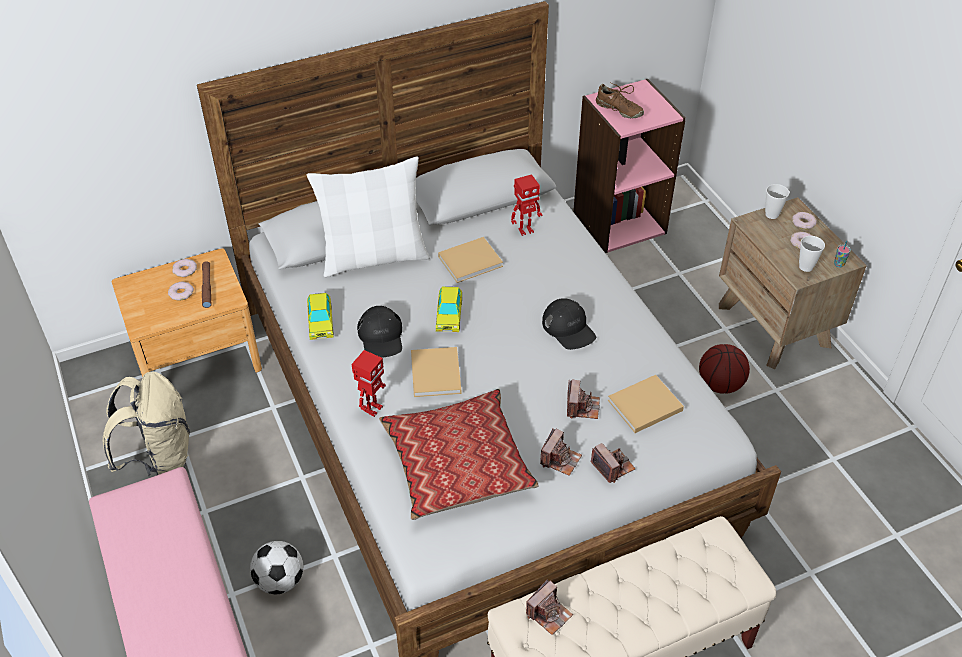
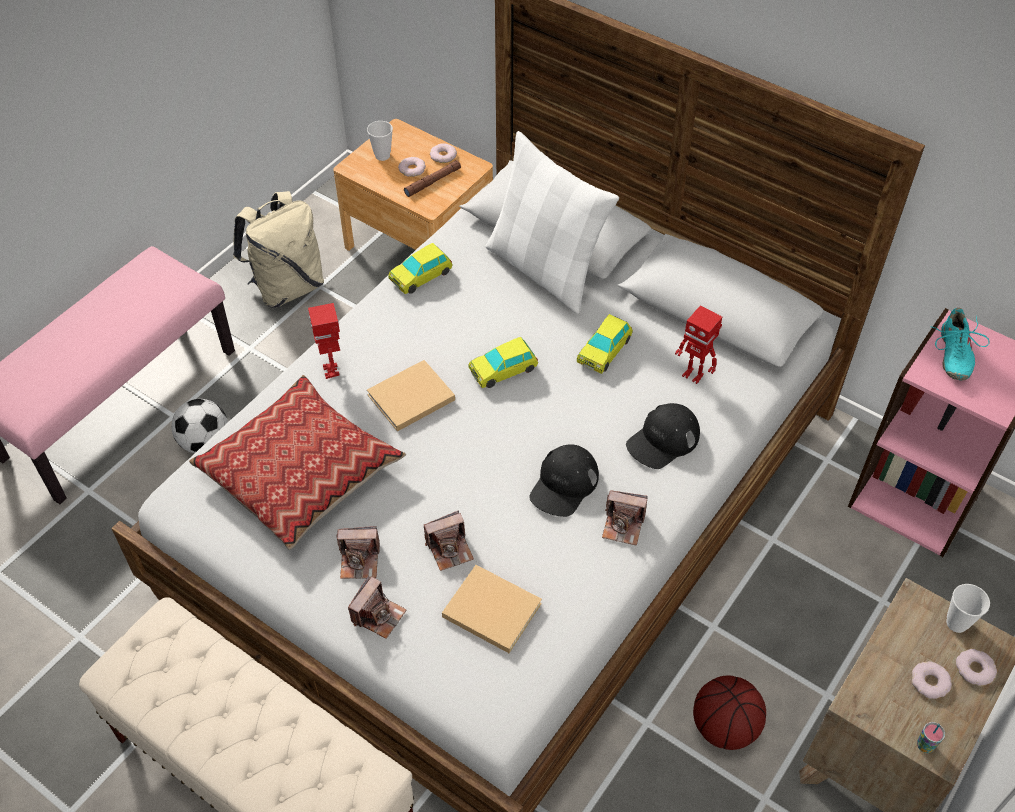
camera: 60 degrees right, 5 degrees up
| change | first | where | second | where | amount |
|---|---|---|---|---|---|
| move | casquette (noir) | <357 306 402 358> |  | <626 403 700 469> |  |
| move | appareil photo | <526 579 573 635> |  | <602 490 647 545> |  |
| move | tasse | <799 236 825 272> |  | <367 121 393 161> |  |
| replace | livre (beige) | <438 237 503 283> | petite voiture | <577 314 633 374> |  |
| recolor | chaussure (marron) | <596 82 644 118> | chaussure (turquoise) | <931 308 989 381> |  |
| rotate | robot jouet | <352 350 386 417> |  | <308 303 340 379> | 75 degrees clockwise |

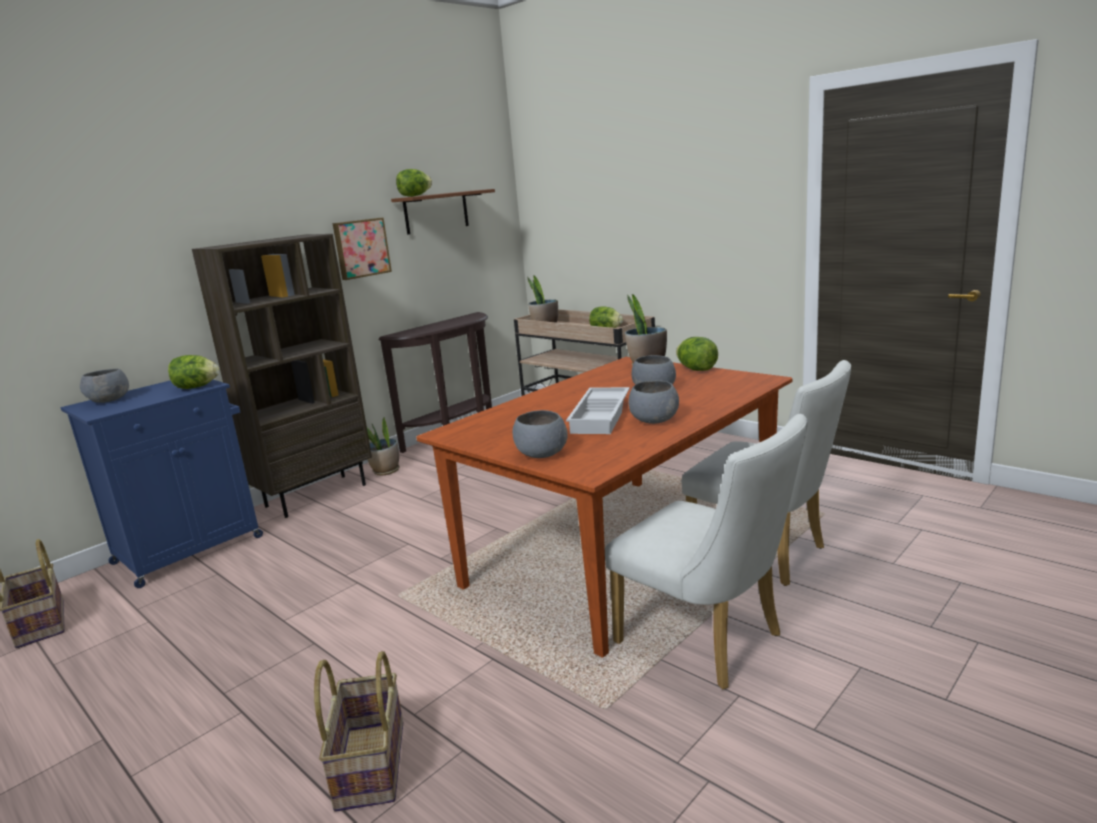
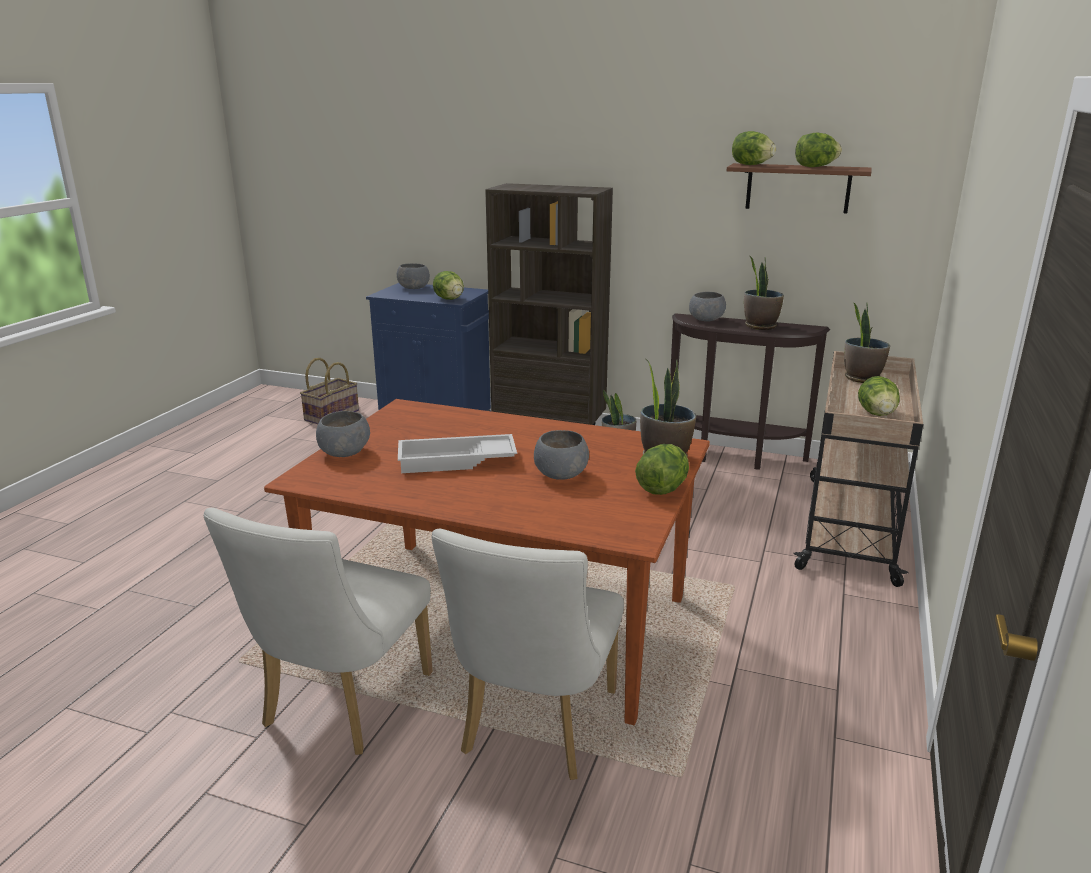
camera: 65 degrees right, 5 degrees up
| change | first | where | second | where | amount |
|---|---|---|---|---|---|
| delete | panier | <314 651 403 811> |  |  |  |
| delete | tableau | <333 218 392 280> |  |  |  |
| insert |  |  | plante en pot | <744 255 784 330> |  |
| insert |  |  | laitue | <795 133 842 167> |  |
| move | bol (gris) | <629 380 679 424> |  | <689 292 726 322> |  |

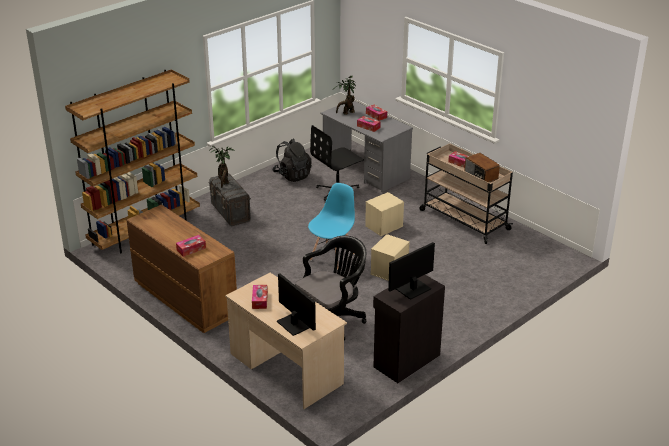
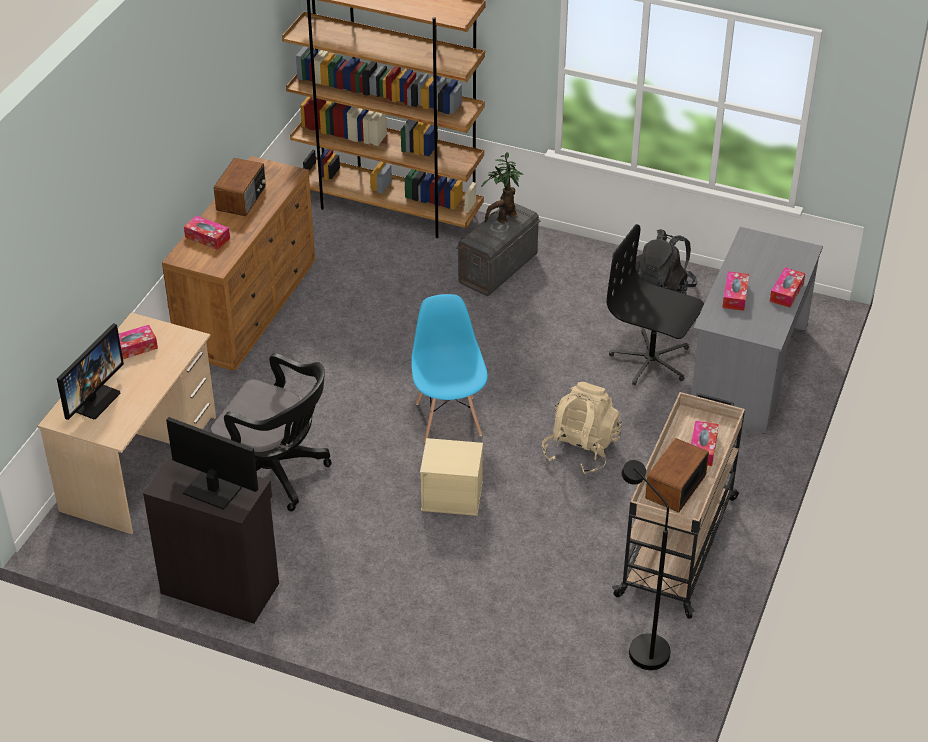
camera: 65 degrees right, 10 degrees up
| change | first | where | second | where | amount |
|---|---|---|---|---|---|
| delete | plante en pot | <333 75 356 115> |  |  |  |
| insert |  |  | radio | <214 158 266 216> |  |
| insert |  |  | lampadaire (noir) | <622 460 671 670> |  |
| replace | boîte de rangement (beige) | <365 192 404 236> | sac à dos (beige) | <542 382 622 474> |  |
| rotate | chaise (bleu) | <308 183 355 270> |  | <411 294 488 443> | 105 degrees counterclockwise |

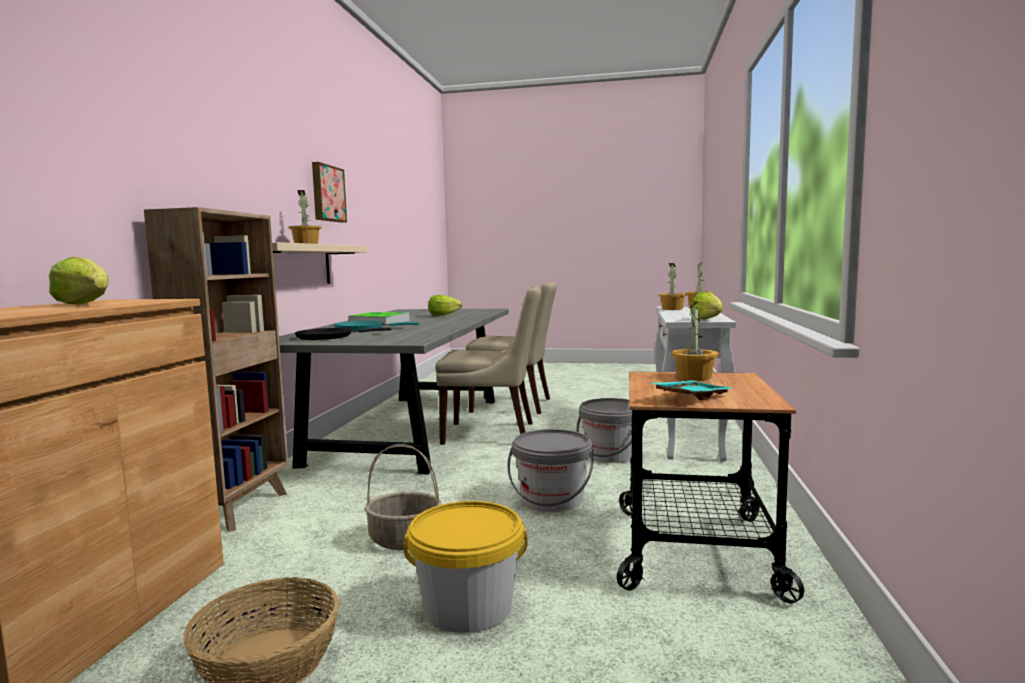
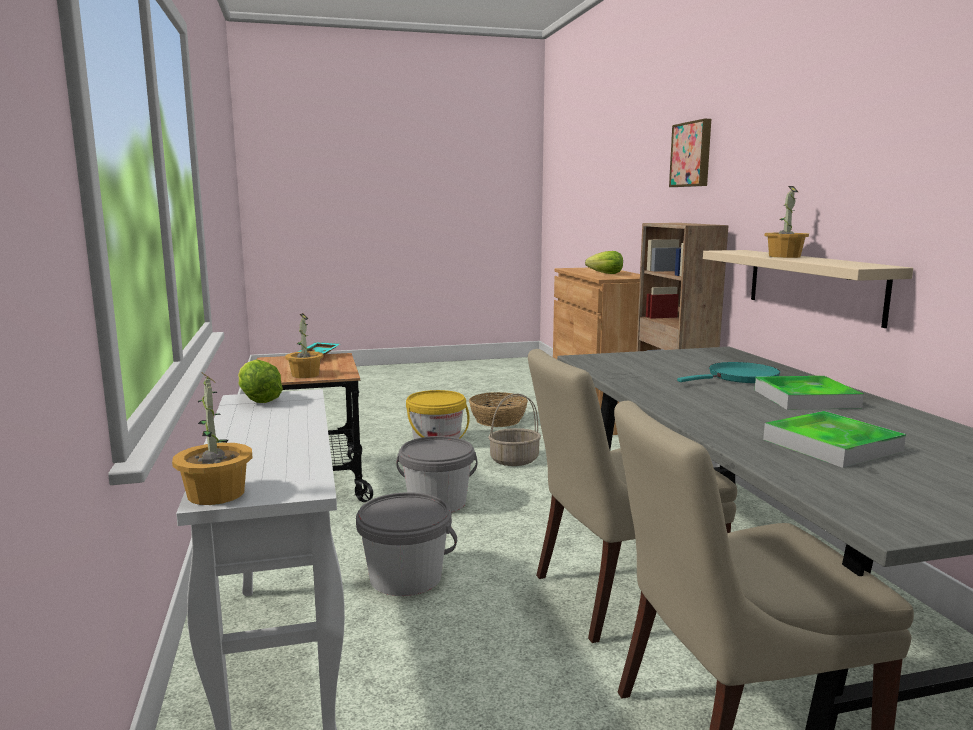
camera: 155 degrees right, 5 degrees up
| change | first | where | second | where | amount |
|---|---|---|---|---|---|
| delete | poêle (noir) | <295 327 391 340> |  |  |  |
| delete | plante en pot | <658 263 687 310> |  |  |  |
| move | tableau | <312 162 347 223> |  | <669 119 711 187> |  |
| replace | laitue | <428 295 462 316> | plateau | <763 411 906 468> |  |

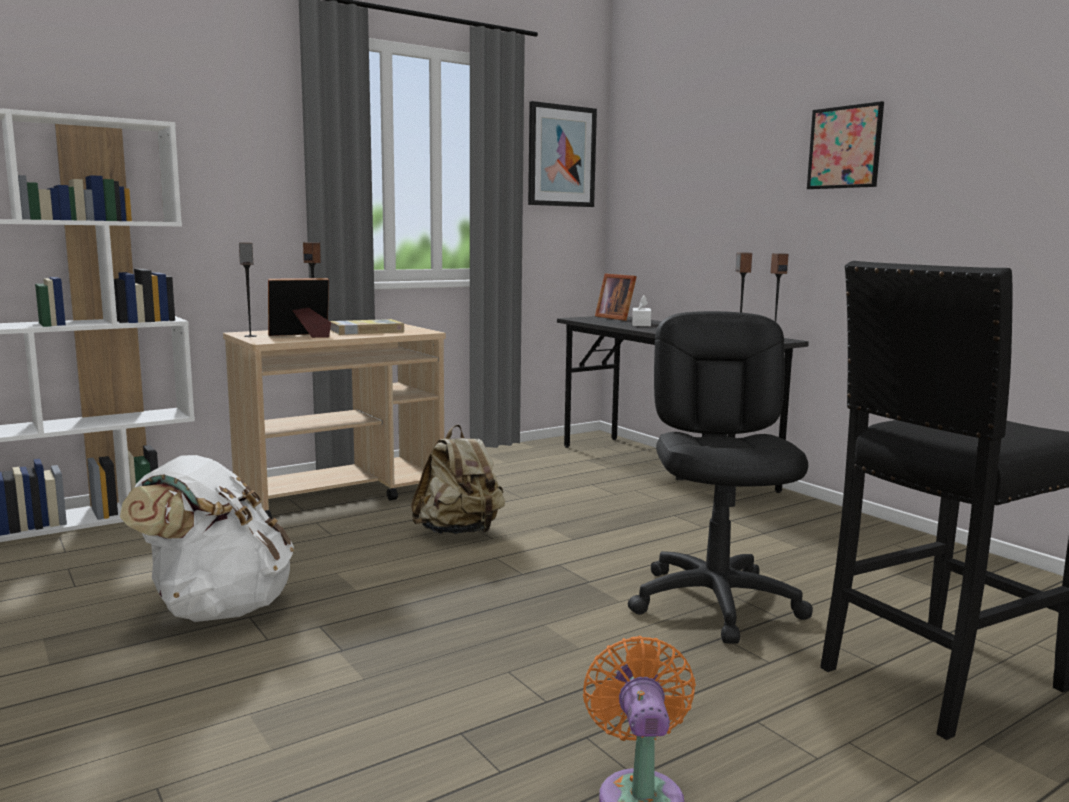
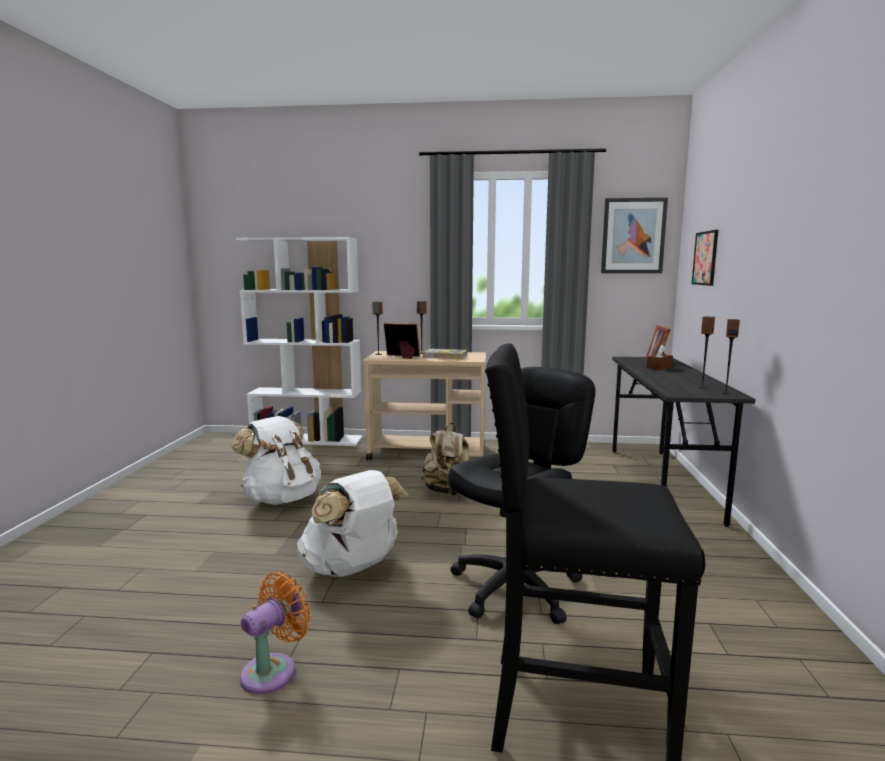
camera: 40 degrees right, 0 degrees up
| change | first | where | second | where | amount |
|---|---|---|---|---|---|
| insert |  |  | sac à dos (blanc) | <297 470 409 577> |  |
| move | tableau | <807 101 884 189> |  | <692 230 718 286> |  |
| recolor | boîte à mouchoirs (blanc) | <632 295 651 326> | boîte à mouchoirs (marron) | <646 345 673 370> |  |

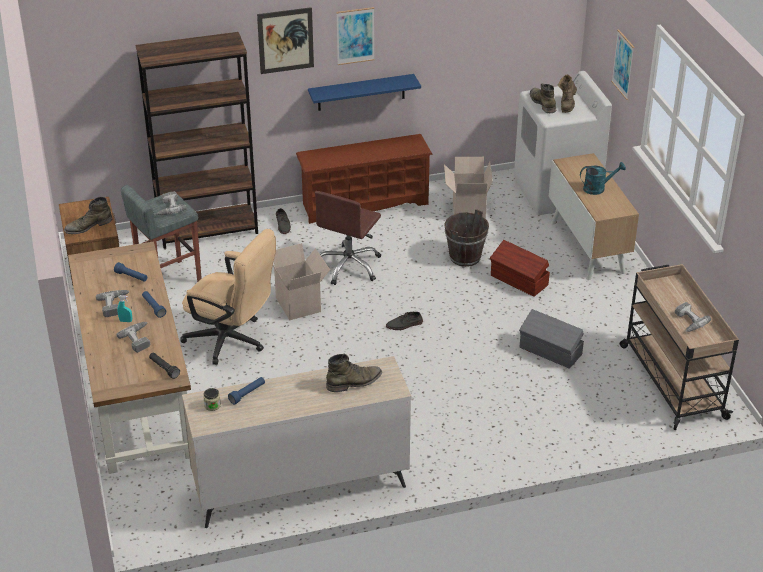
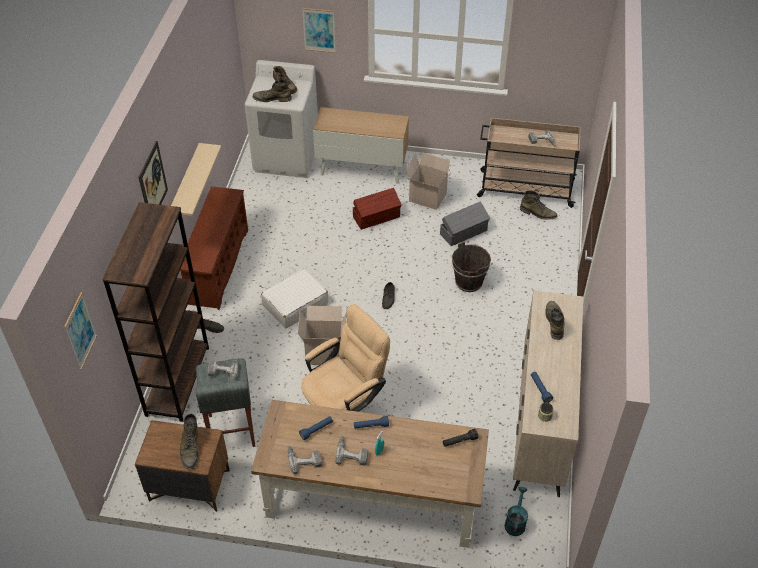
camera: 65 degrees left, 10 degrees up
| change | first | where | second | where | amount |
|---|---|---|---|---|---|
| insert |  |  | botte (vert) | <520 190 558 220> |  |
| move | perceuse | <116 322 150 353> |  | <288 446 322 474> |  |
| move | tableau | <336 7 374 65> |  | <64 292 97 370> |  |
| move | carton | <444 157 493 219> |  | <406 153 453 210> |  |
| move | seau (marron) | <444 209 489 267> |  | <452 242 491 292> |  |
| move | arrosoir (turquoise) | <580 162 626 195> |  | <505 487 528 536> |  |
| replace | chaise de bureau (marron) | <315 191 381 285> | valise (blanc) | <261 269 328 328> |  |
| recolor | étagère (bleu) | <308 74 421 111> | étagère (beige) | <171 143 221 216> |  |

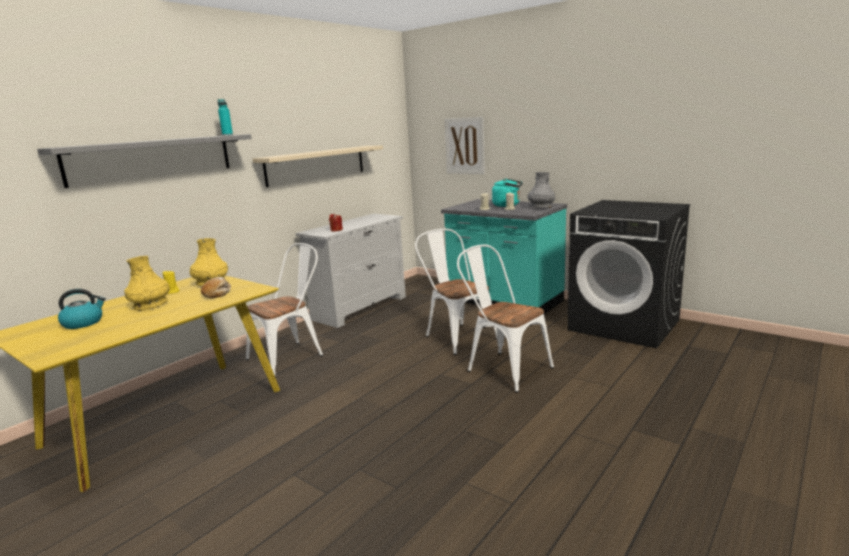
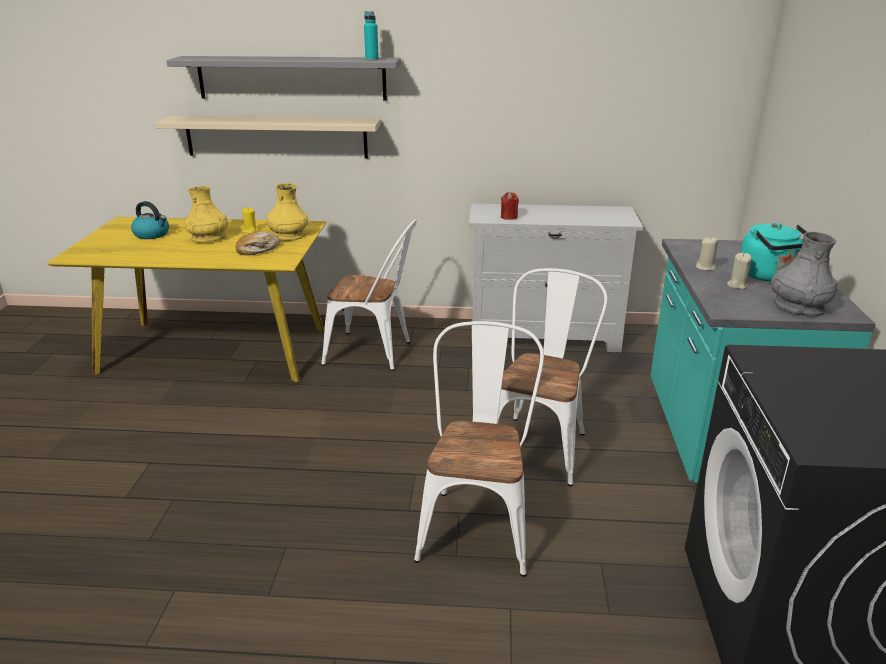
camera: 55 degrees right, 10 degrees up
| change | first | where | second | where | amount |
|---|---|---|---|---|---|
| delete | tableau | <444 117 485 174> |  |  |  |
| move | étagère (beige) | <252 146 383 187> |  | <155 116 381 159> |  |

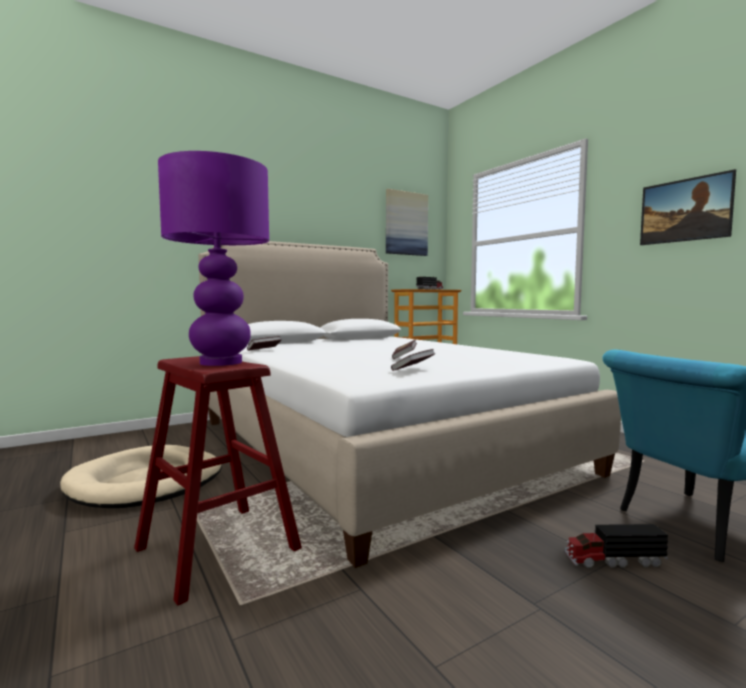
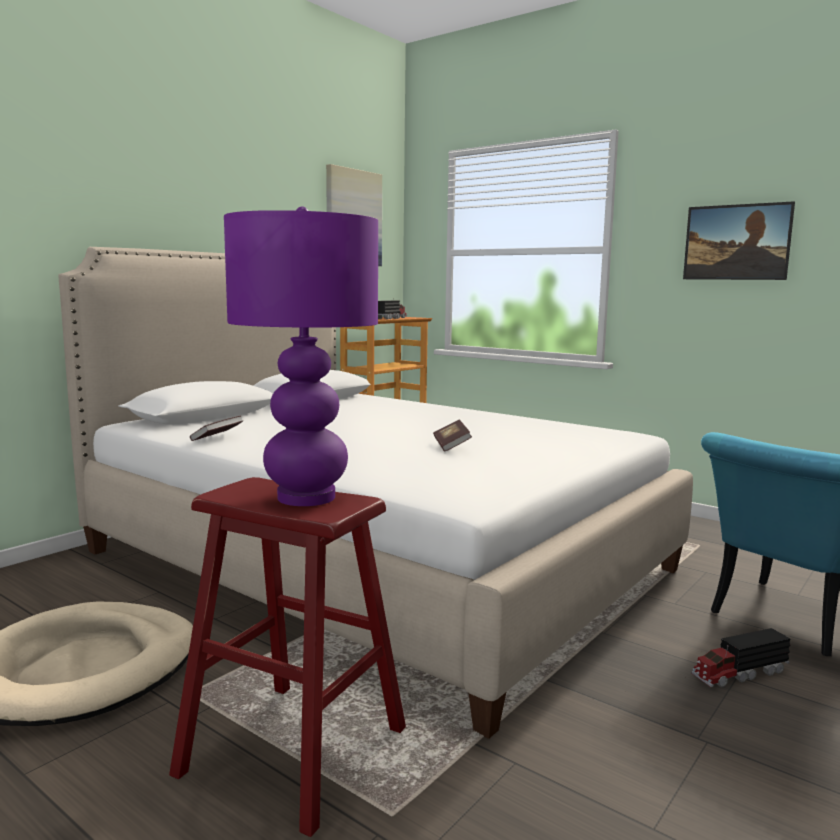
camera: 20 degrees left, 5 degrees up
| change | first | where | second | where | amount |
|---|---|---|---|---|---|
| delete | livre | <391 349 435 371> |  |  |  |

